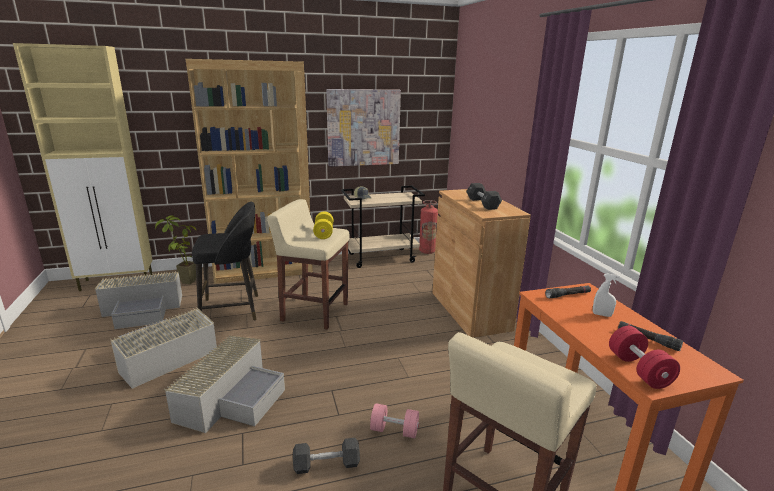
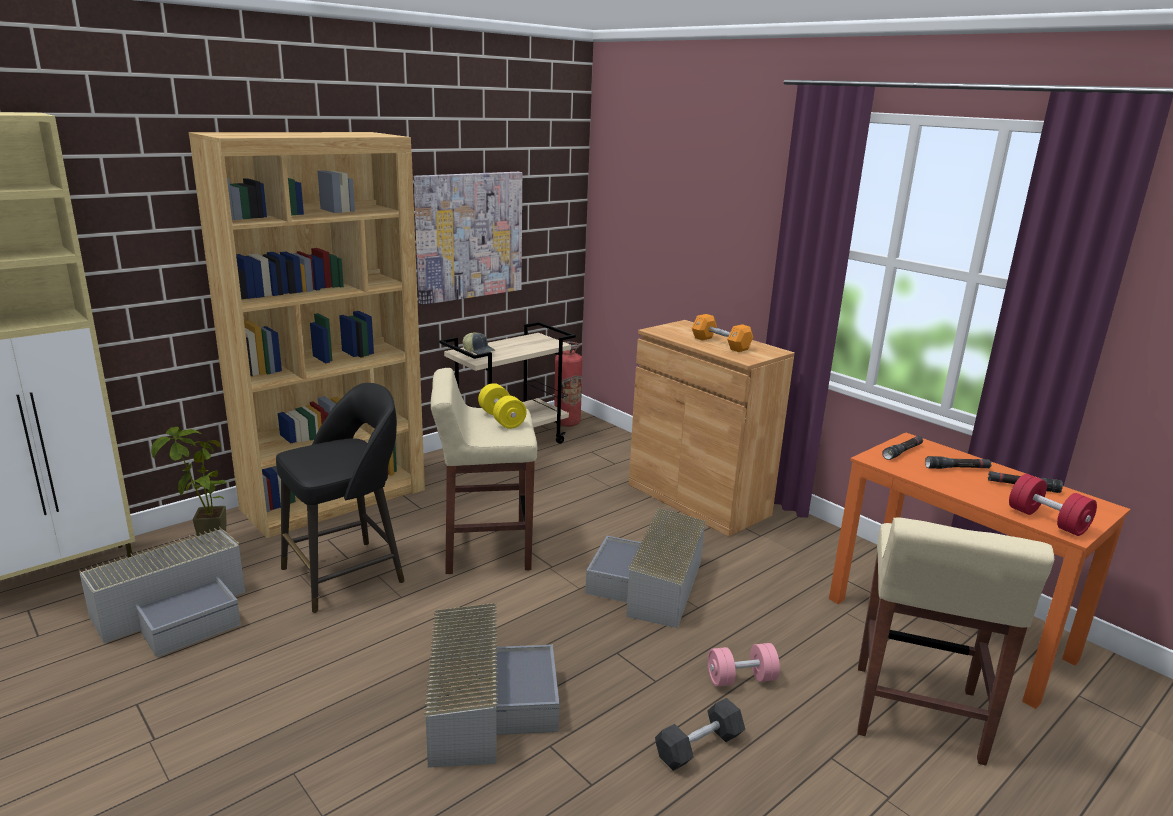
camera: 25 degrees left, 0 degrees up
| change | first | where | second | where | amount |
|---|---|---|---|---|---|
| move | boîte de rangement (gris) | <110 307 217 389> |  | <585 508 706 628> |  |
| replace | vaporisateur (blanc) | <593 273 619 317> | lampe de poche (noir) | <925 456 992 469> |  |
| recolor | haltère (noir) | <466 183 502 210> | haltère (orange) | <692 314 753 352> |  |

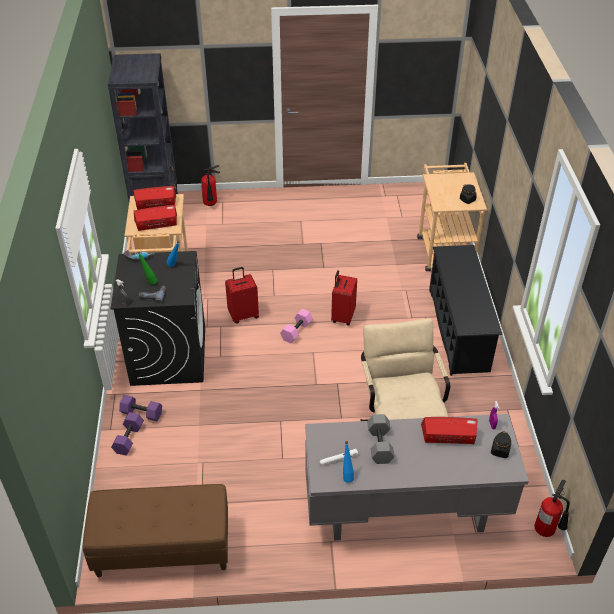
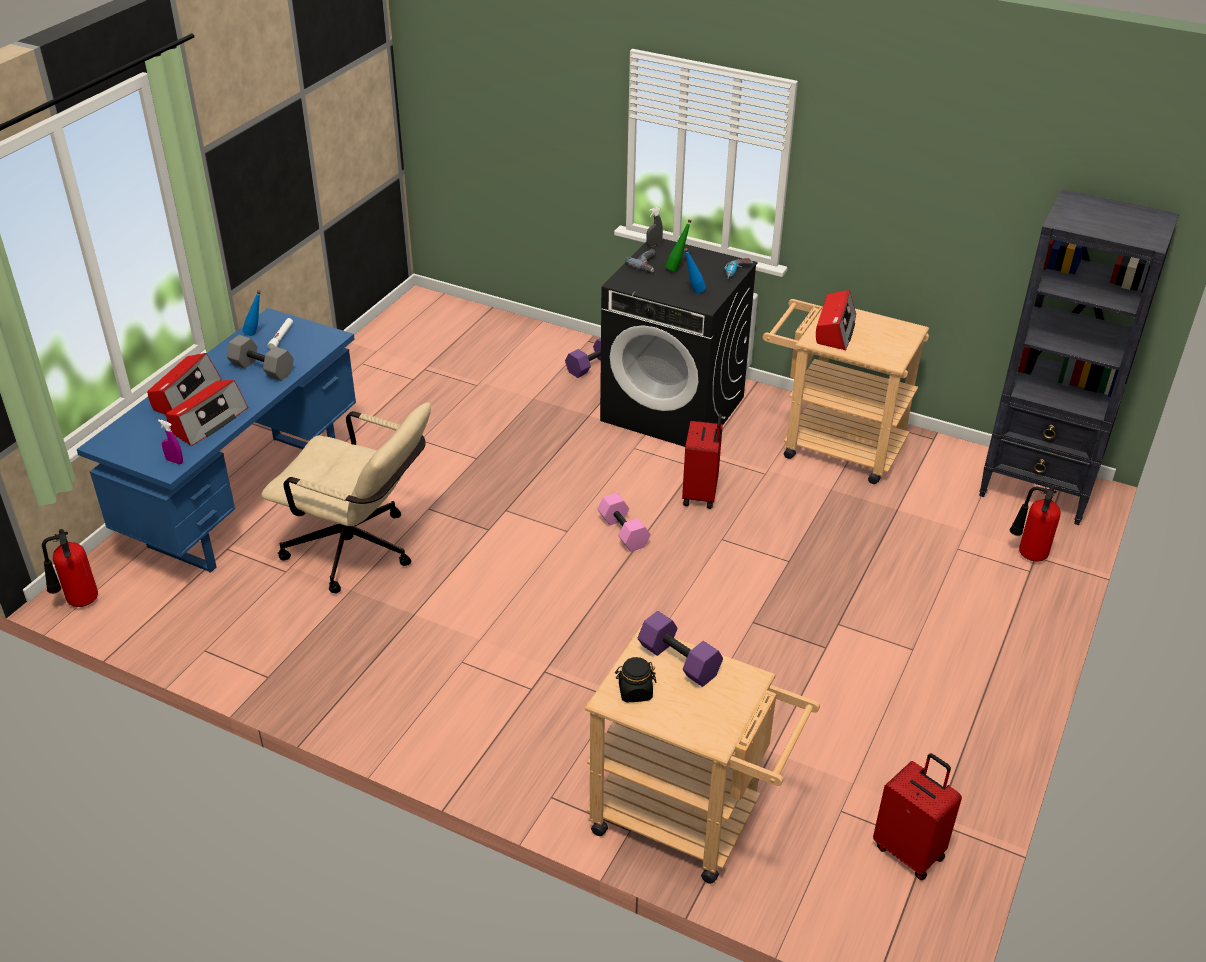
camera: 120 degrees right, 5 degrees down
| change | first | where | second | where | amount |
|---|---|---|---|---|---|
| delete | banc (marron) | <83 484 228 577> |  |  |  |
| delete | étagère à chaussures (noir) | <429 245 503 376> |  |  |  |
| delete | bocal (noir) | <491 431 511 458> |  |  |  |
| move | haltère (violet) | <111 412 144 455> |  | <638 611 723 687> |  |
| move | radio | <134 186 176 210> |  | <147 353 221 415> |  |
| move | valise (rouge) | <331 270 357 325> |  | <873 753 962 880> |  |
| recolor | bureau (gris) | <305 414 529 540> | bureau (bleu) | <77 308 356 573> |  |

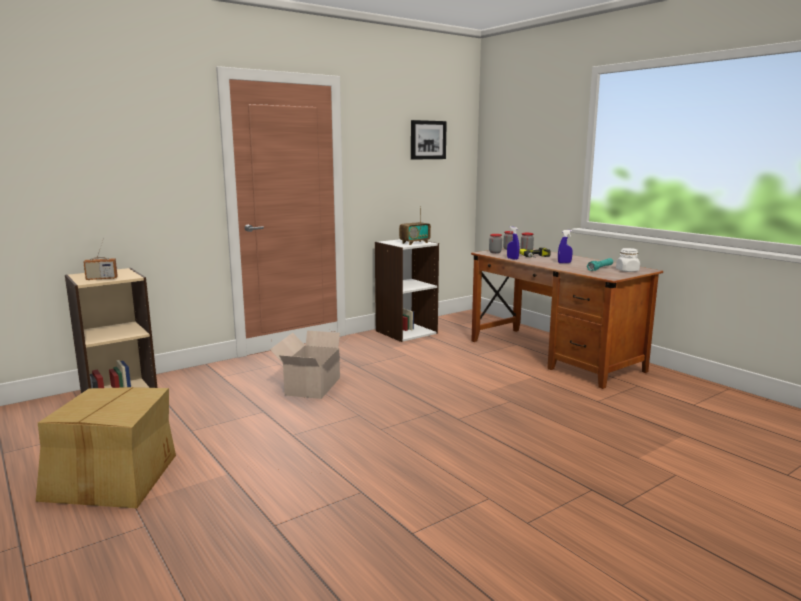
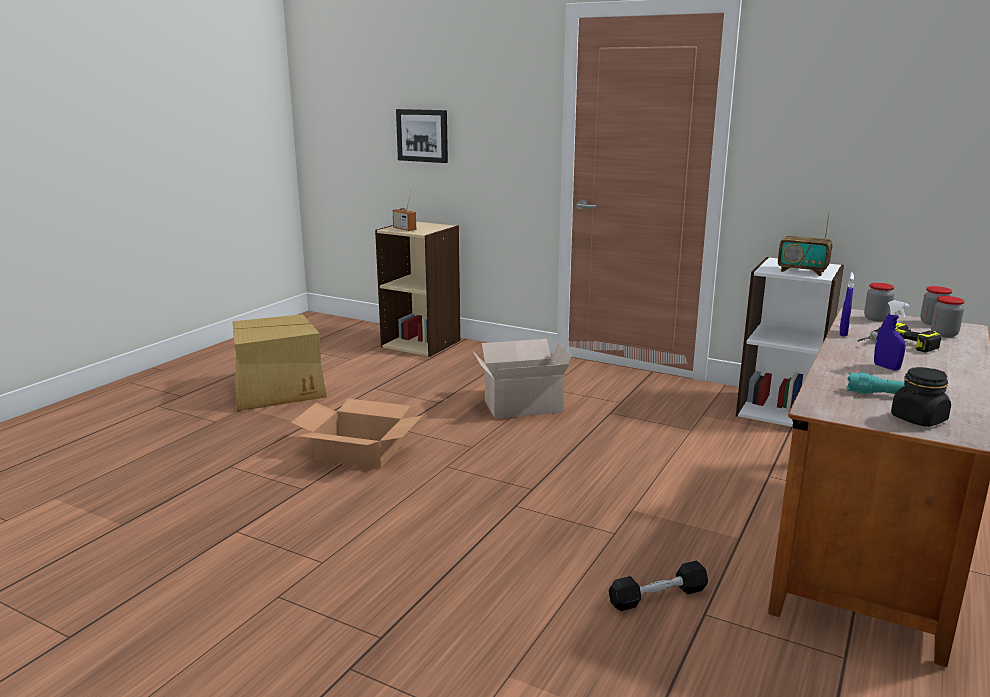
camera: 65 degrees right, 5 degrees up
| change | first | where | second | where | amount |
|---|---|---|---|---|---|
| insert |  |  | carton | <291 399 422 469> |  |
| insert |  |  | haltère (noir) | <609 561 708 611> |  |
| move | tableau | <411 120 447 160> |  | <396 109 448 163> |  |
| recolor | bocal (blanc) | <616 248 640 272> | bocal (noir) | <891 367 951 427> |  |

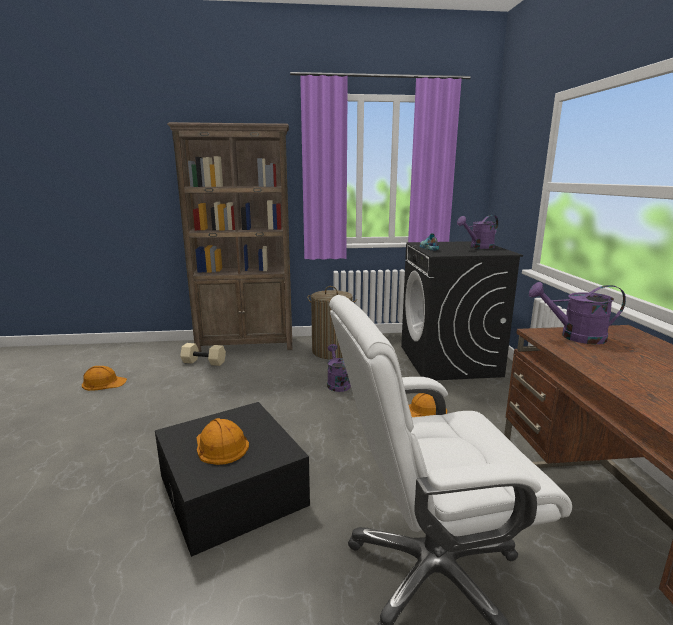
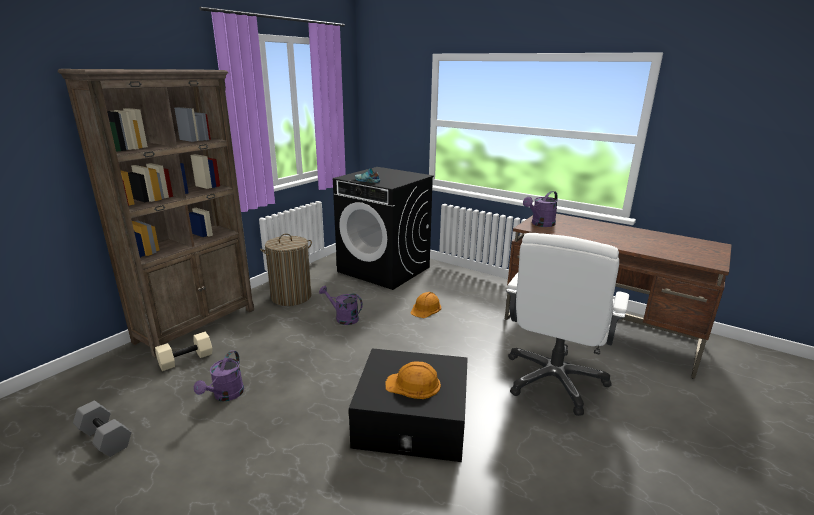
camera: 50 degrees left, 5 degrees up
| change | first | where | second | where | amount |
|---|---|---|---|---|---|
| move | arrosoir (violet) | <457 215 498 249> |  | <194 350 244 401> |  |
| replace | casque de chantier (orange) | <82 366 127 391> | haltère (gris) | <73 401 131 457> |  |

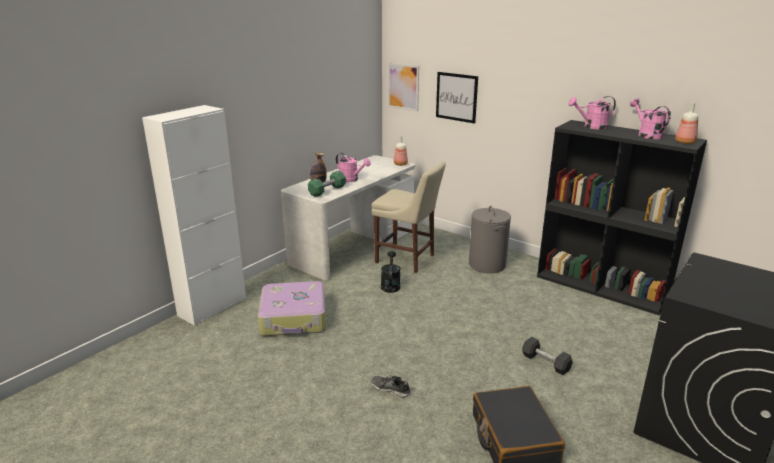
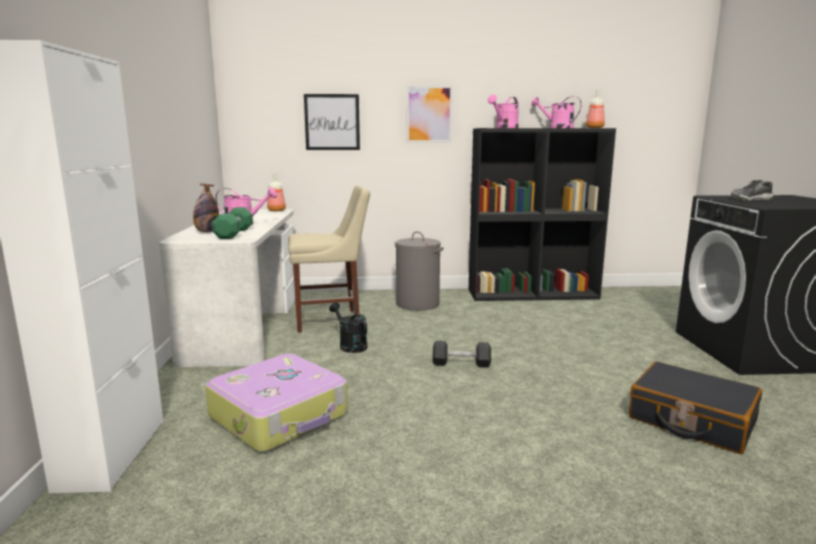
camera: 40 degrees left, 10 degrees down
| change | first | where | second | where | amount |
|---|---|---|---|---|---|
| move | chaussure | <371 376 411 398> |  | <731 180 773 200> |  |
| move | tableau | <388 63 419 112> |  | <406 85 453 143> |  |
| move | haltère (noir) | <522 337 573 375> |  | <433 341 491 368> |  |

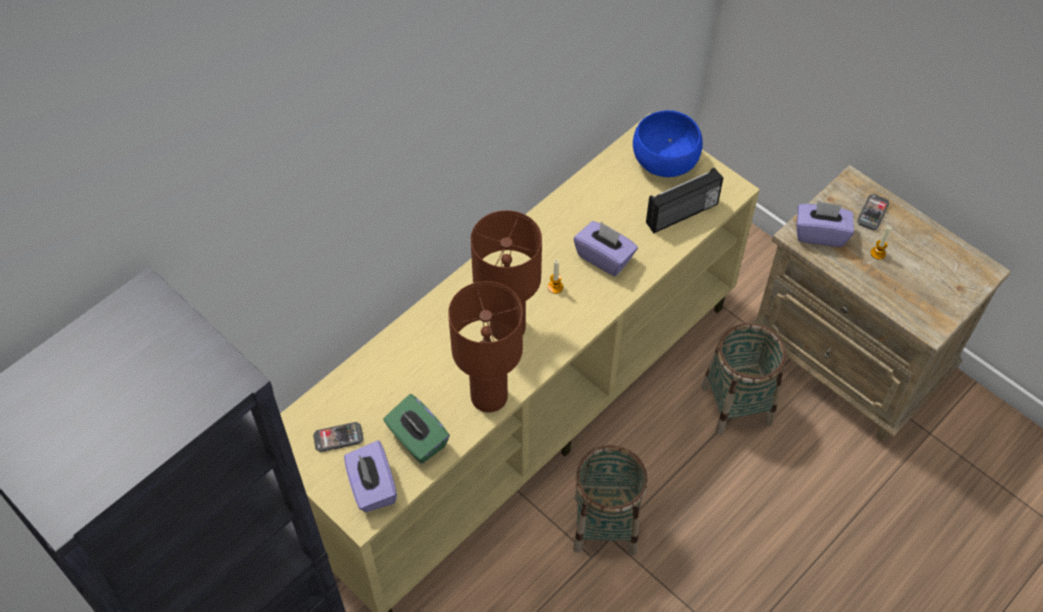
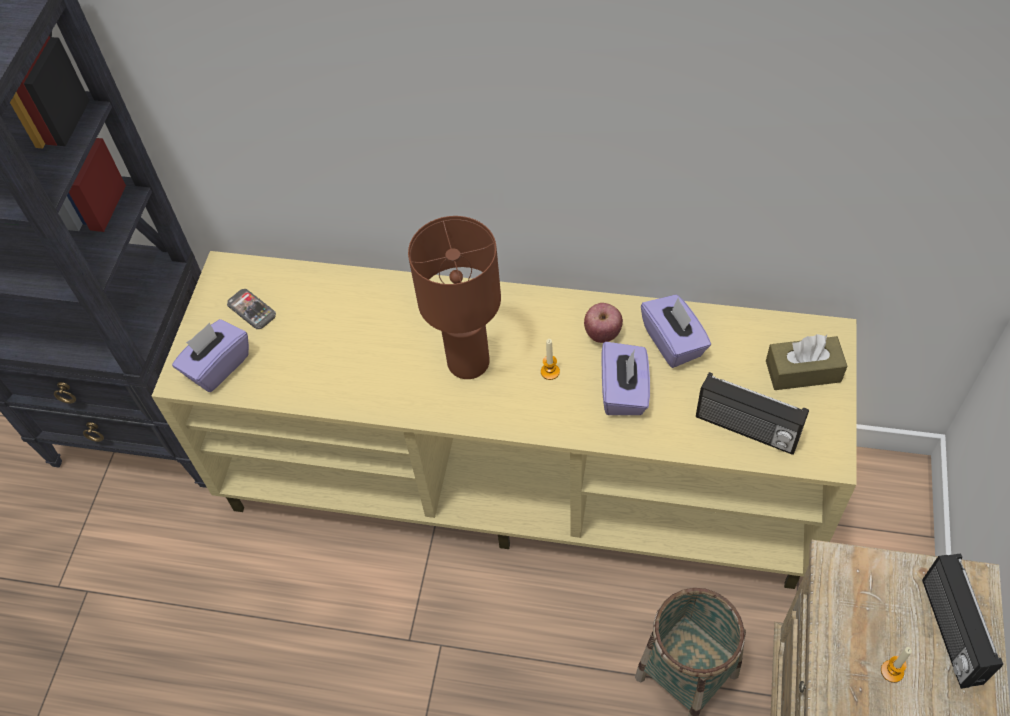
camera: 60 degrees right, 0 degrees up
| change | first | where | second | where | amount |
|---|---|---|---|---|---|
| delete | boîte à mouchoirs (vert) | <383 394 450 464> |  |  |  |
| delete | lampe de table (marron) | <448 281 523 412> |  |  |  |
| delete | panier | <573 445 648 556> |  |  |  |
| insert |  |  | pomme | <584 303 623 343> |  |
| move | boîte à mouchoirs (violet) | <797 201 854 247> |  | <641 294 711 368> |  |
| replace | bol (bleu) | <633 110 703 177> | boîte à mouchoirs (marron) | <766 334 847 390> |  |
| replace | téléphone | <857 194 889 230> | radio | <922 553 1003 689> |  |

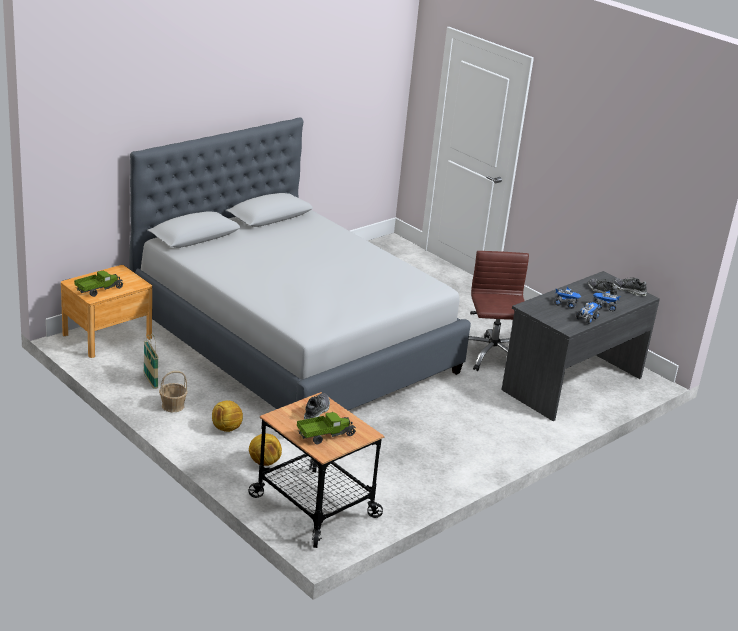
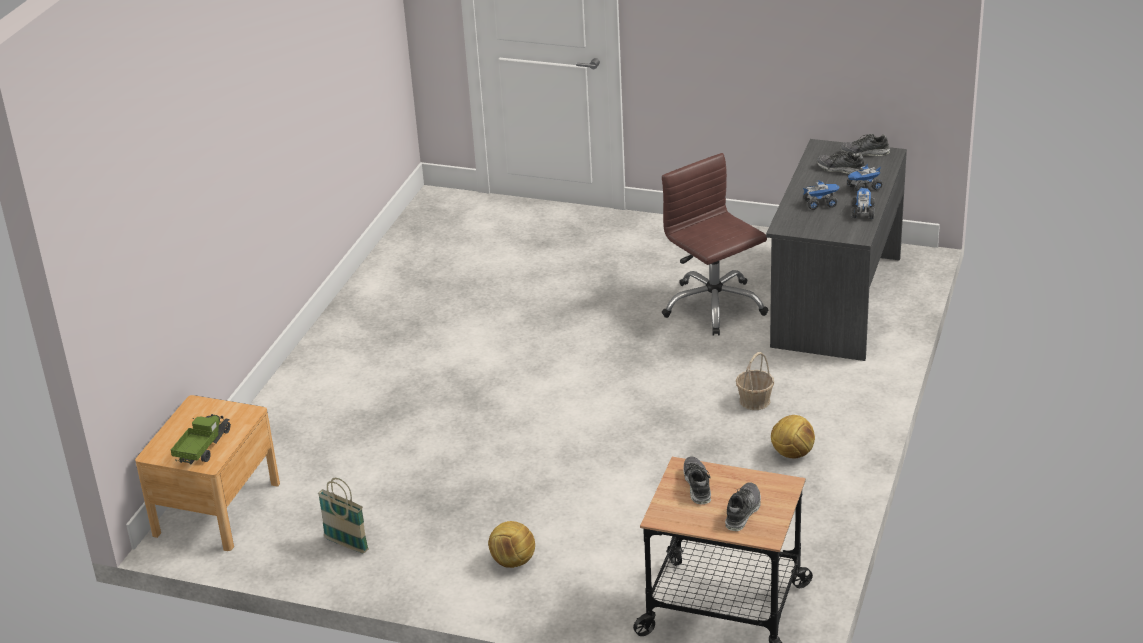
camera: 25 degrees left, 5 degrees up
| change | first | where | second | where | amount |
|---|---|---|---|---|---|
| delete | lit (gris) | <129 118 471 410> |  |  |  |
| move | panier | <159 371 188 412> |  | <736 352 774 410> |  |
| move | ballon de foot | <249 433 282 466> |  | <771 415 815 459> |  |
| replace | camion jouet | <297 412 356 445> | chaussure | <725 482 761 531> |  |

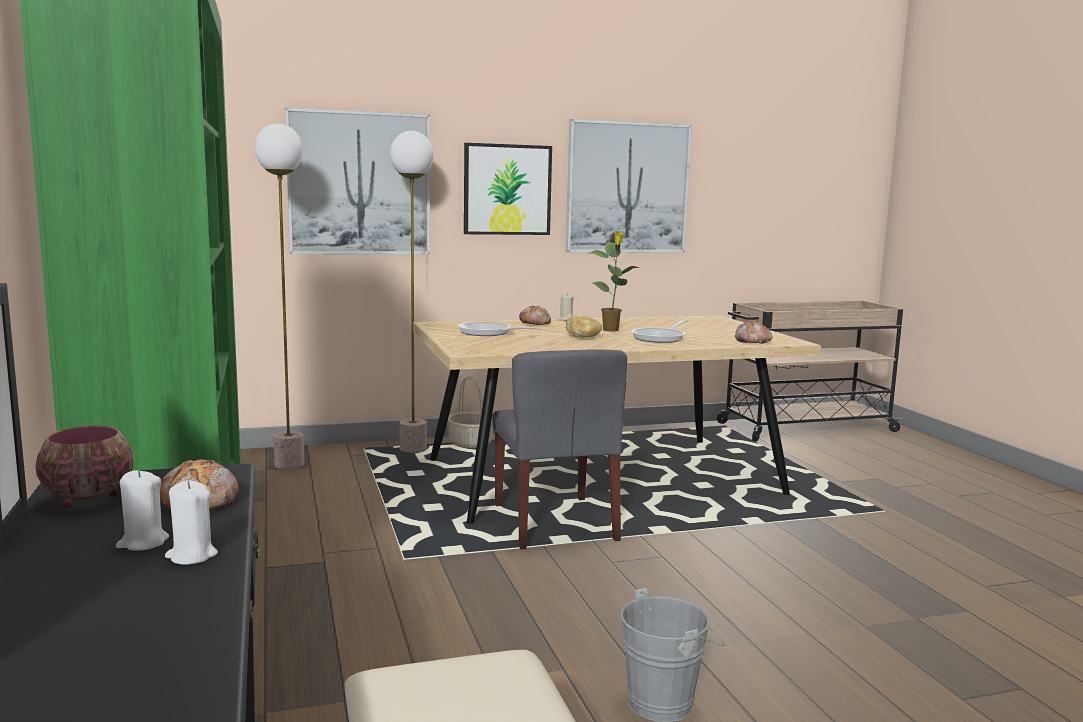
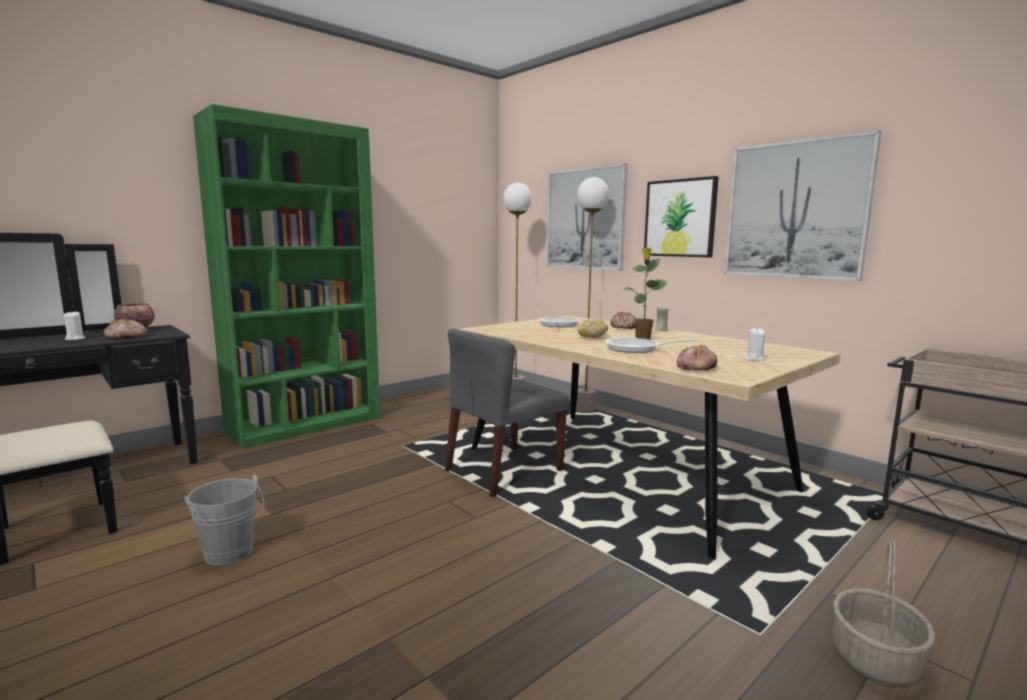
camera: 65 degrees right, 0 degrees up
| change | first | where | second | where | amount |
|---|---|---|---|---|---|
| move | bougie (blanc) | <165 481 218 565> |  | <744 327 765 361> |  |
| move | panier | <448 376 493 448> |  | <832 540 936 685> |  |

